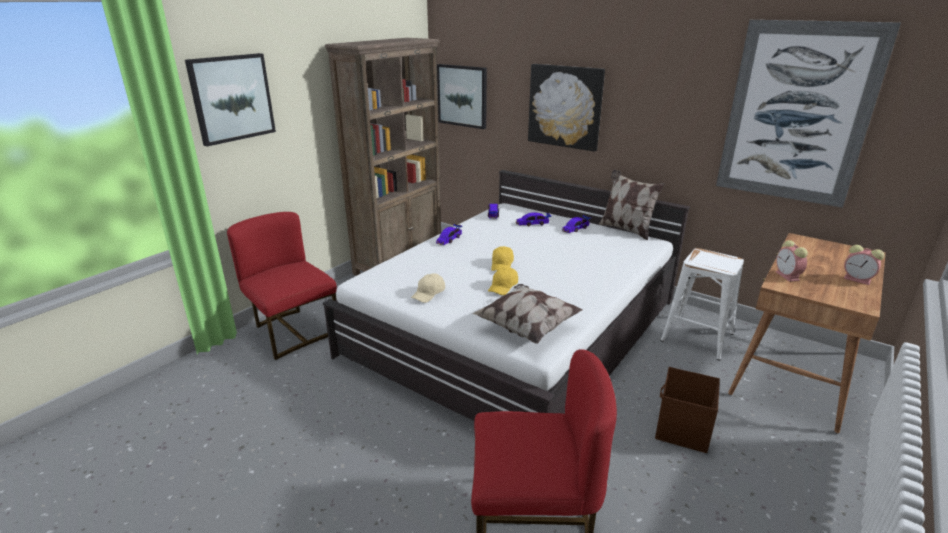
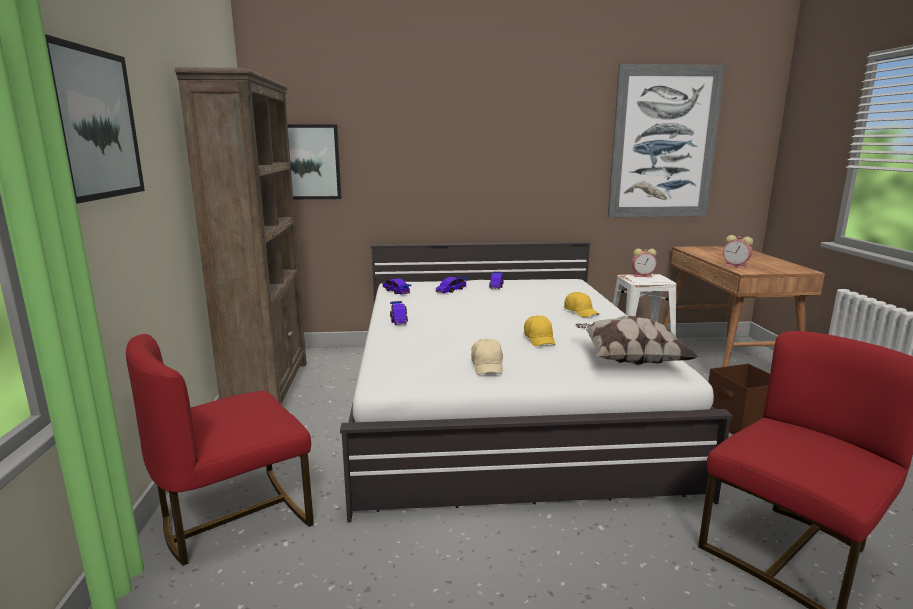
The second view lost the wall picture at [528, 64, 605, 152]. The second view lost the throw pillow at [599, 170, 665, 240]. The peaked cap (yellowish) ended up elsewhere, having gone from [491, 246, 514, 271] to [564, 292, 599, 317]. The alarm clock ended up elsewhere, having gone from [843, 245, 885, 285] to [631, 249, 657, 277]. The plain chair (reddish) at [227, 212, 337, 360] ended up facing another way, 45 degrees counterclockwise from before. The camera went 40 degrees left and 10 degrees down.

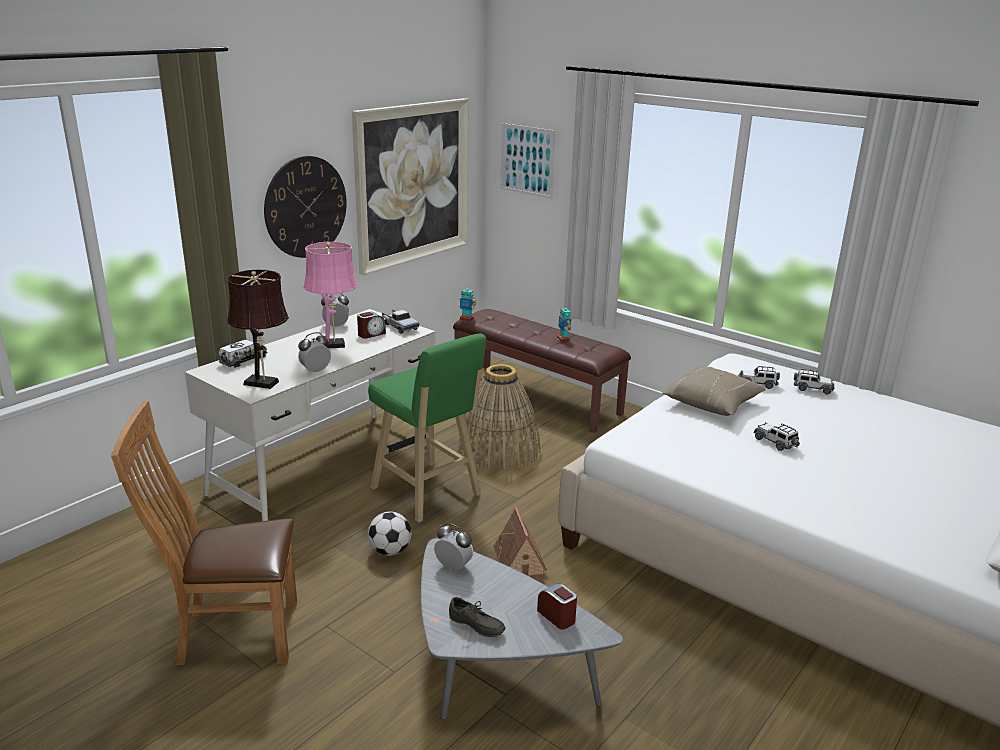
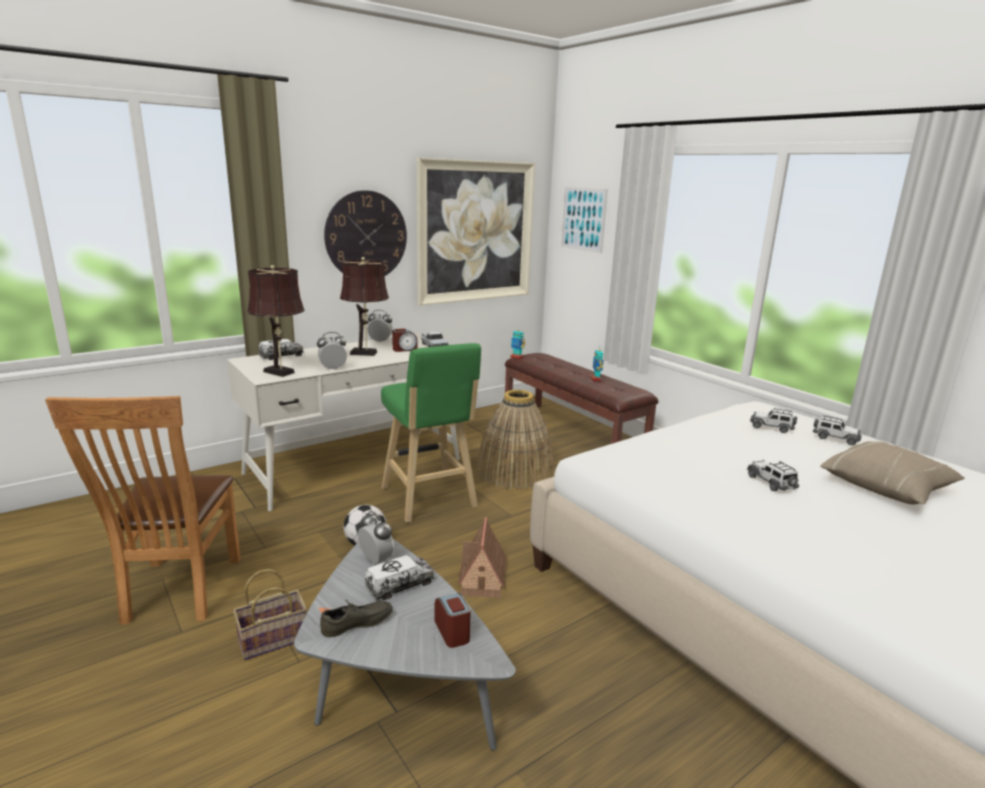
The second view gained the household basket at [233, 569, 307, 660]. The second view gained the toy lorry at [365, 555, 434, 600]. The throw pillow (sand-coloured) ended up elsewhere, having gone from [662, 366, 766, 416] to [820, 441, 965, 505]. What was the lamp for a table (pink) at [304, 242, 358, 349] turned into the lamp for a table (brown-coloured) at [340, 257, 389, 356]. The plain chair (brown-coloured) at [111, 401, 297, 666] ended up facing another way, 105 degrees counterclockwise from before. The shoe (grey) at [449, 597, 505, 637] ended up facing another way, 75 degrees counterclockwise from before. The camera went 15 degrees right and 5 degrees down.

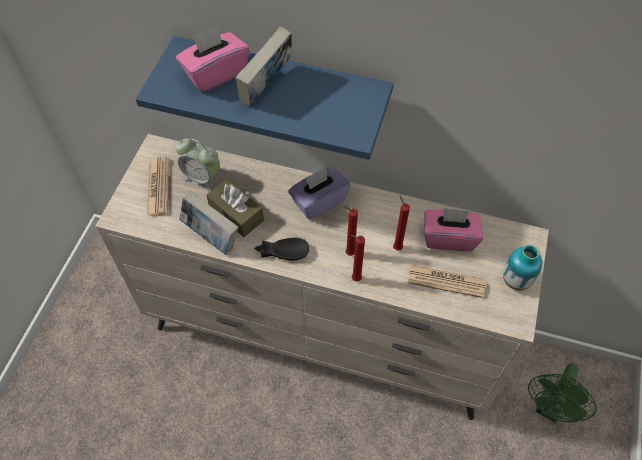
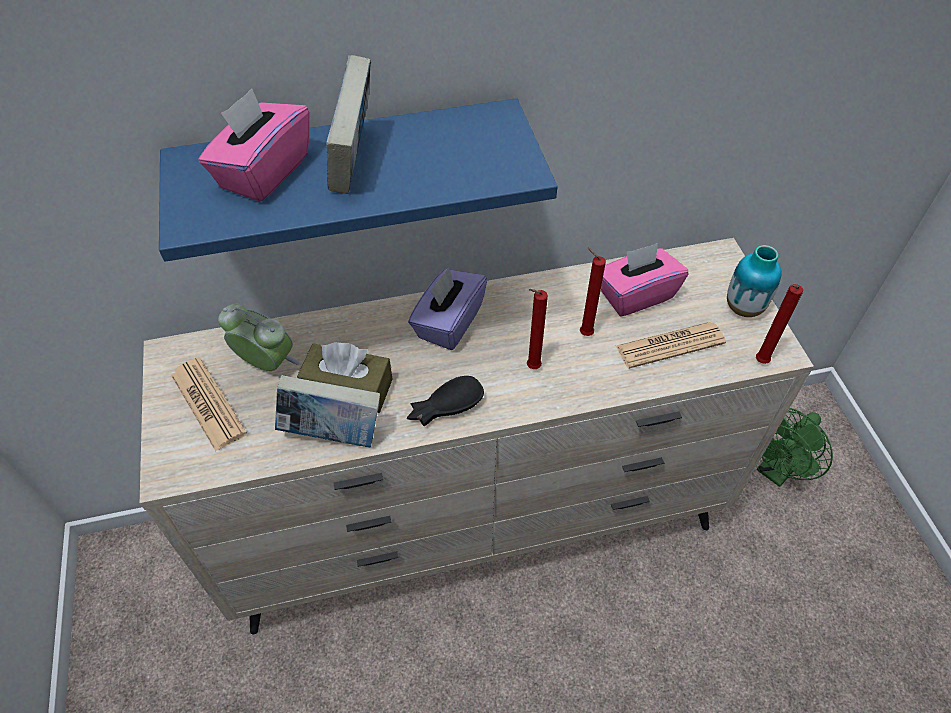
The wax light (reddish) ended up elsewhere, having gone from [351, 235, 365, 282] to [756, 284, 803, 364]. The alarm clock at [176, 138, 220, 192] ended up facing another way, 150 degrees counterclockwise from before. The fan (green-coloured) at [528, 363, 597, 423] ended up facing another way, 45 degrees clockwise from before. The camera went 30 degrees left and 5 degrees down.

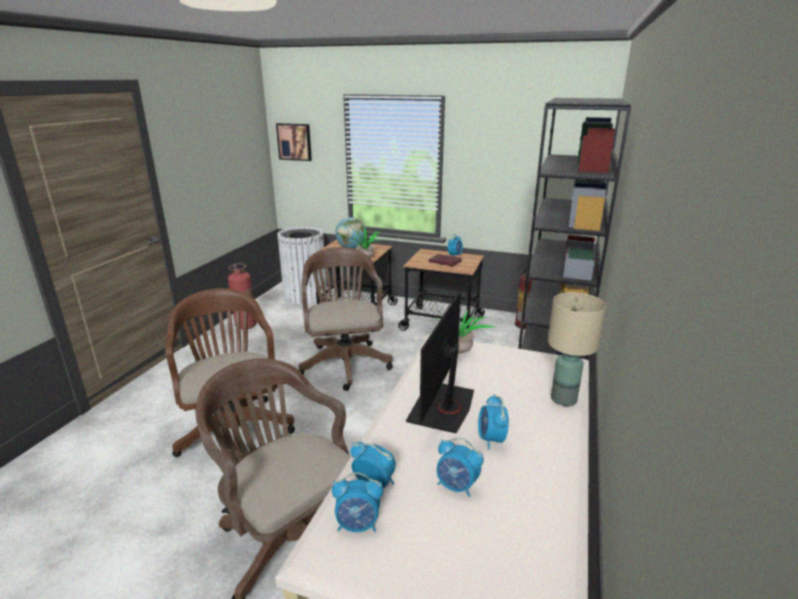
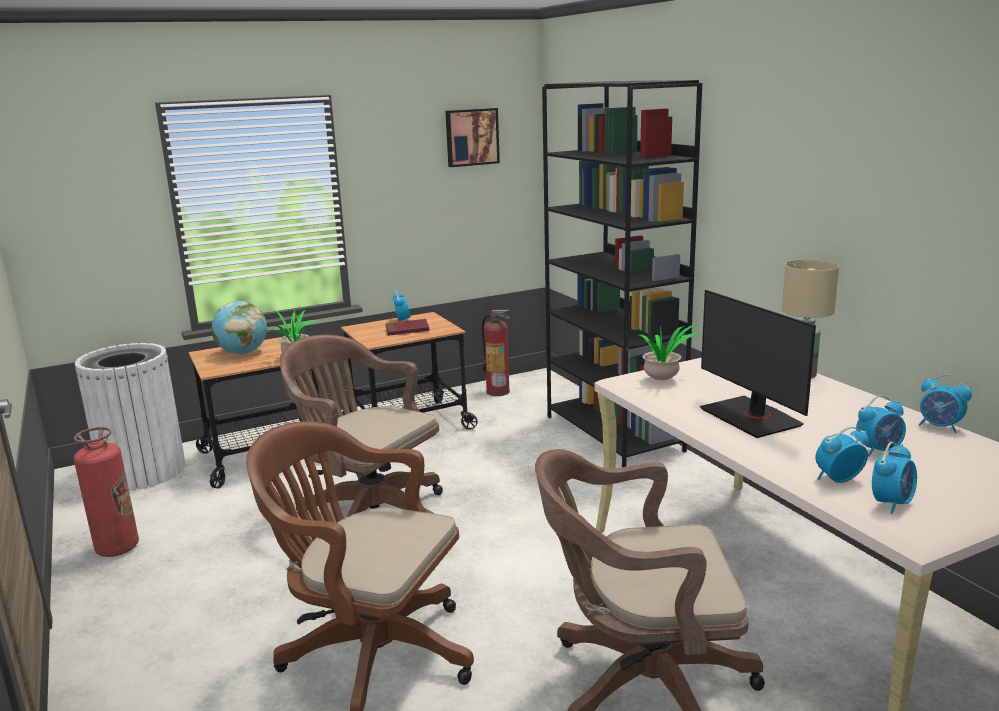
The wall picture ended up elsewhere, having gone from [276, 123, 312, 161] to [445, 108, 500, 167]. The alarm clock ended up elsewhere, having gone from [478, 394, 509, 449] to [919, 374, 972, 433]. The camera went 45 degrees left and 5 degrees down.

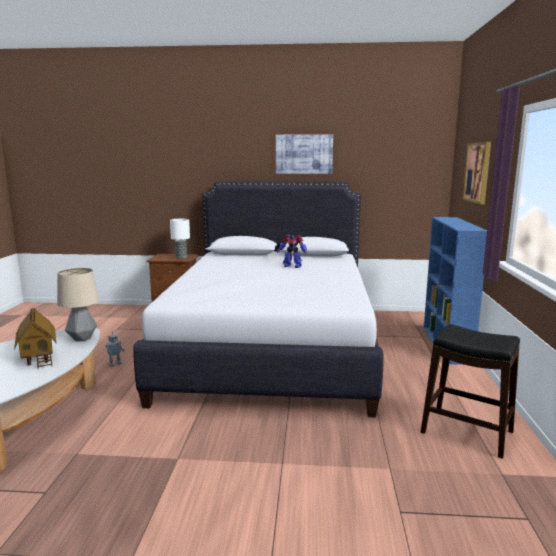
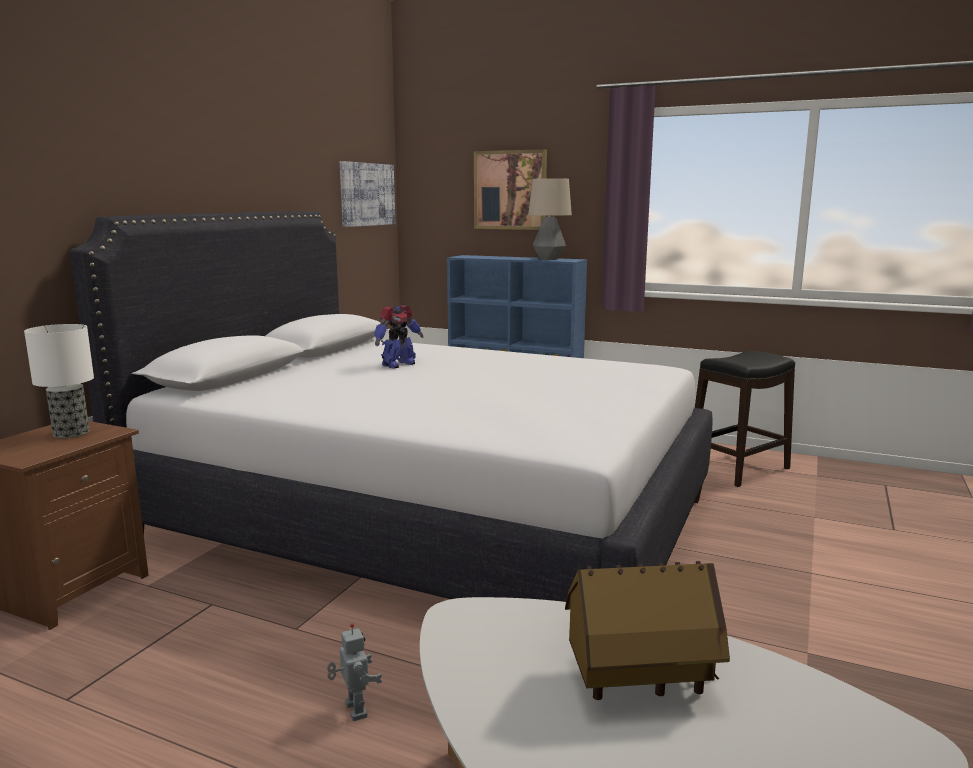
The lamp for a table ended up elsewhere, having gone from [57, 268, 99, 341] to [528, 178, 572, 260]. The wall picture ended up elsewhere, having gone from [276, 134, 333, 174] to [340, 161, 395, 227]. The camera went 70 degrees left and 0 degrees up.

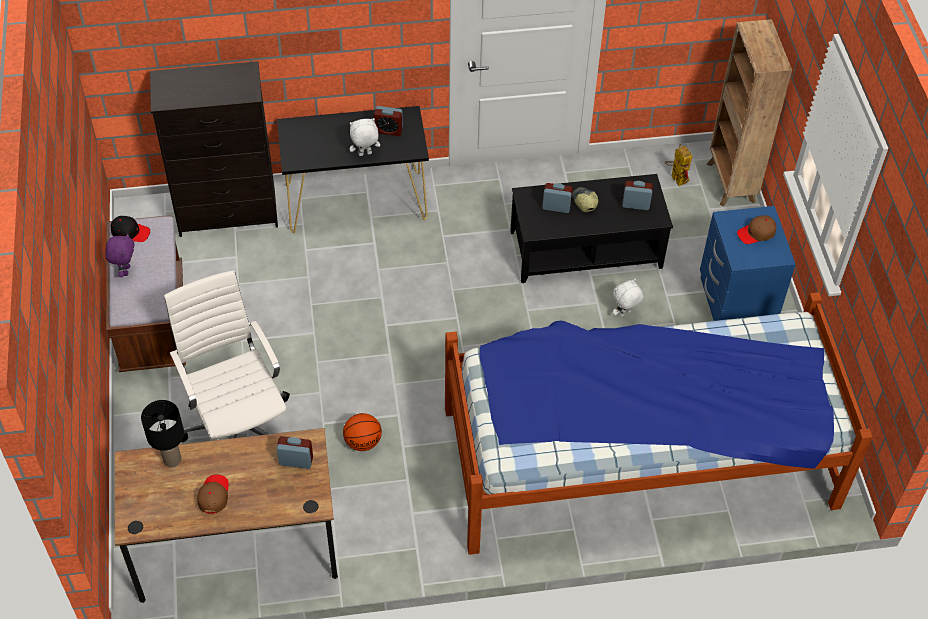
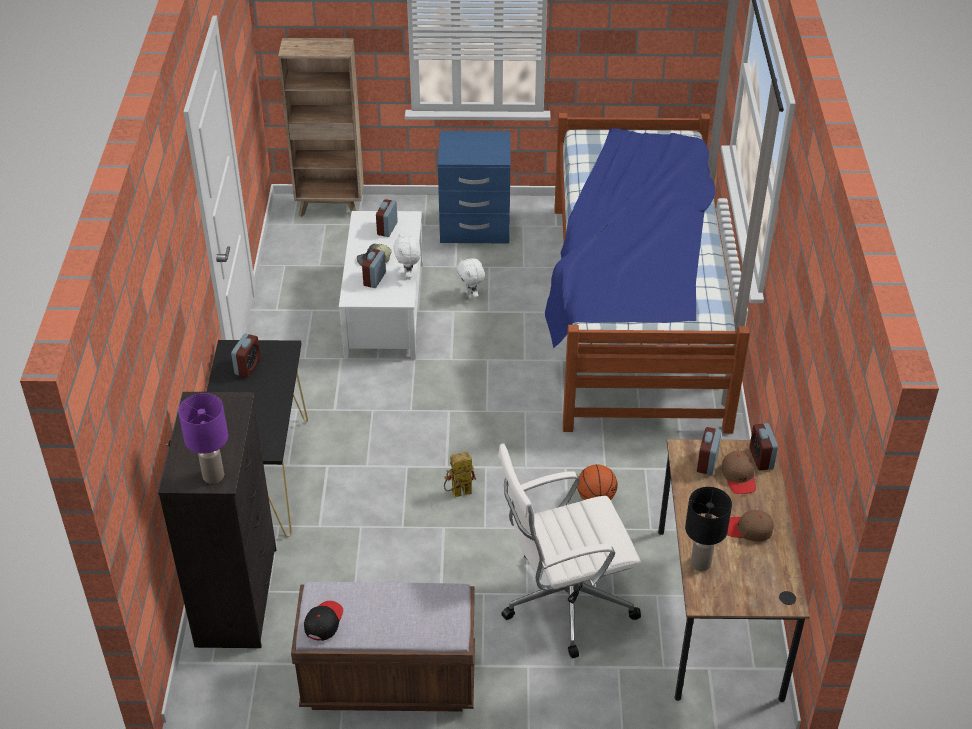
The second view lost the cuddly toy (purple-coloured) at [105, 233, 134, 277]. The second view gained the lamp for a table (purple-coloured) at [178, 393, 228, 484]. The second view gained the alarm clock at [749, 423, 778, 471]. The cuddly toy (white-coloured) ended up elsewhere, having gone from [349, 118, 380, 156] to [394, 234, 421, 280]. The robot figure ended up elsewhere, having gone from [665, 144, 692, 186] to [444, 452, 476, 497]. The peaked cap (brown-coloured) ended up elsewhere, having gone from [737, 215, 776, 244] to [721, 451, 756, 494]. What was the lounge table (black-coloured) at [510, 174, 673, 283] turned into the lounge table (white-coloured) at [339, 211, 423, 359]. The camera went 80 degrees left and 10 degrees down.

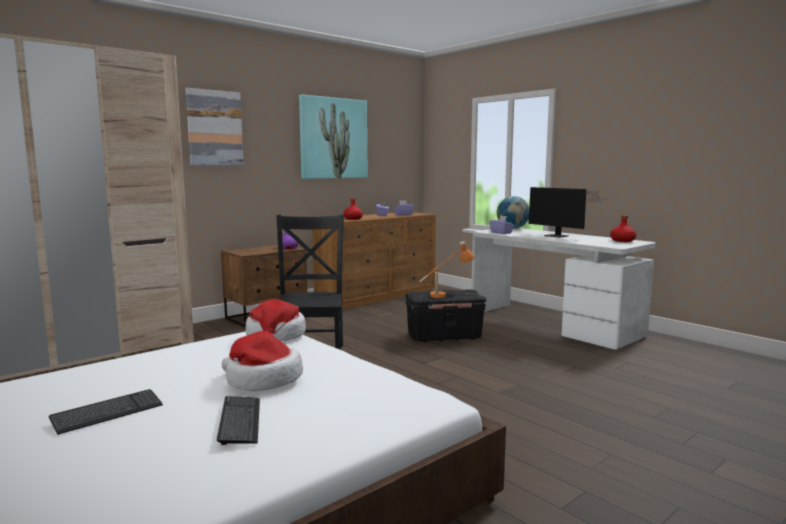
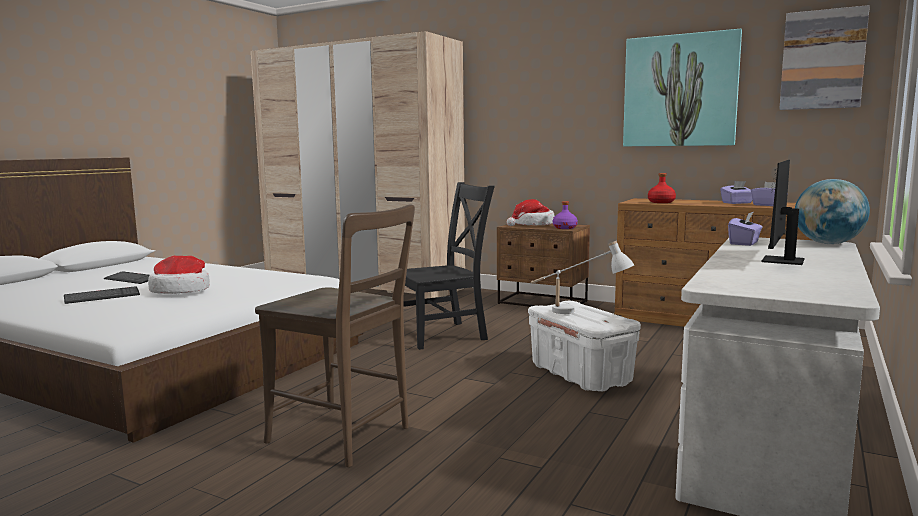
The second view lost the beverage bottle (reddish) at [610, 215, 636, 242]. The second view gained the plain chair (brown-coloured) at [255, 204, 415, 467]. The wall picture ended up elsewhere, having gone from [185, 88, 244, 165] to [779, 5, 870, 110]. The hat ended up elsewhere, having gone from [246, 299, 306, 341] to [507, 199, 555, 226]. What was the storage container (black-coloured) at [406, 290, 486, 342] turned into the storage container (white-coloured) at [528, 301, 641, 392]. What was the lamp for a table (orange-coloured) at [419, 241, 474, 298] turned into the lamp for a table (white-coloured) at [531, 241, 634, 314]. The camera went 70 degrees right and 0 degrees up.

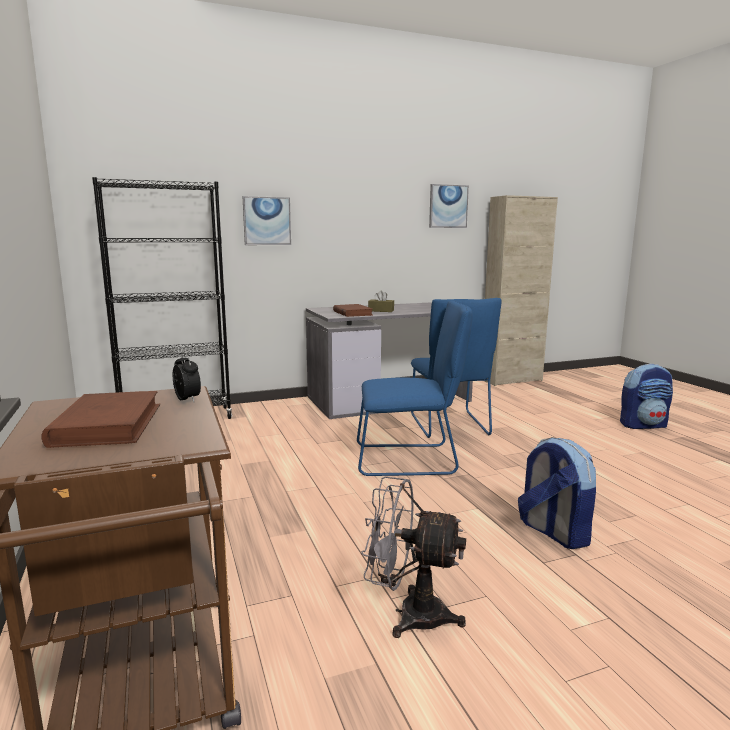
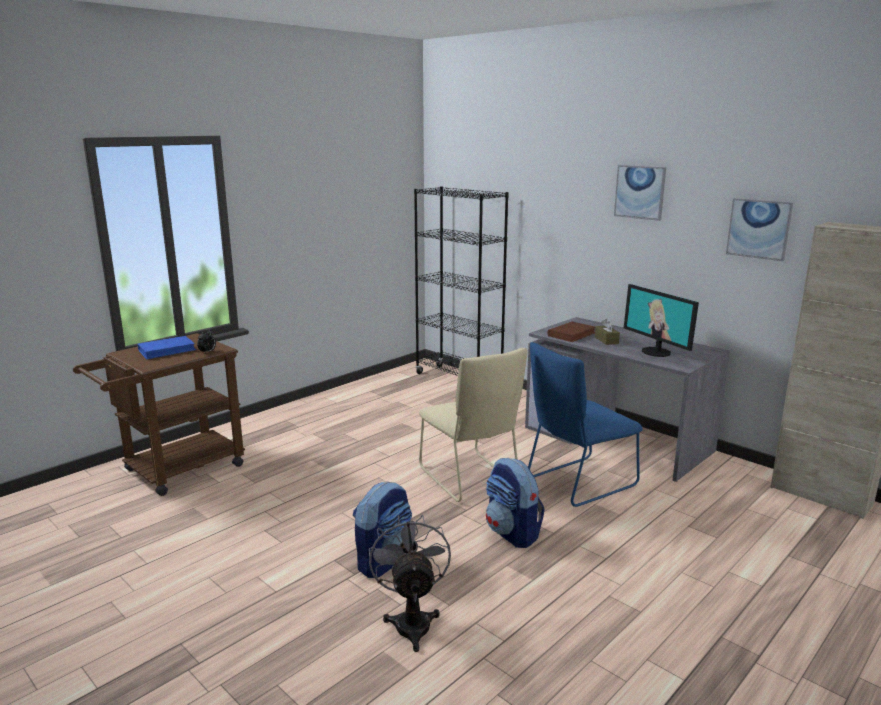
The second view gained the computer screen at [624, 284, 699, 357]. The wall picture ended up elsewhere, having gone from [242, 196, 291, 245] to [614, 165, 666, 221]. The fan (grey) ended up elsewhere, having gone from [361, 476, 466, 638] to [369, 515, 451, 652]. The knapsack ended up elsewhere, having gone from [620, 364, 673, 429] to [486, 458, 544, 548]. What was the book (brown-coloured) at [41, 391, 160, 448] turned into the book (bluish) at [138, 336, 196, 359]. What was the plain chair (bluish) at [357, 301, 473, 476] turned into the plain chair (sand-coloured) at [419, 348, 528, 502]. The camera went 65 degrees right and 5 degrees up.

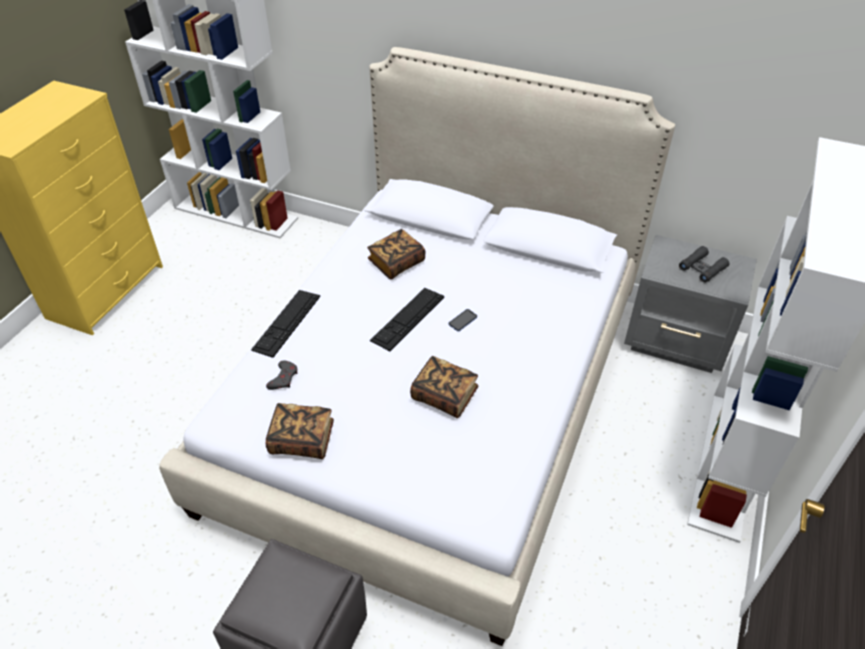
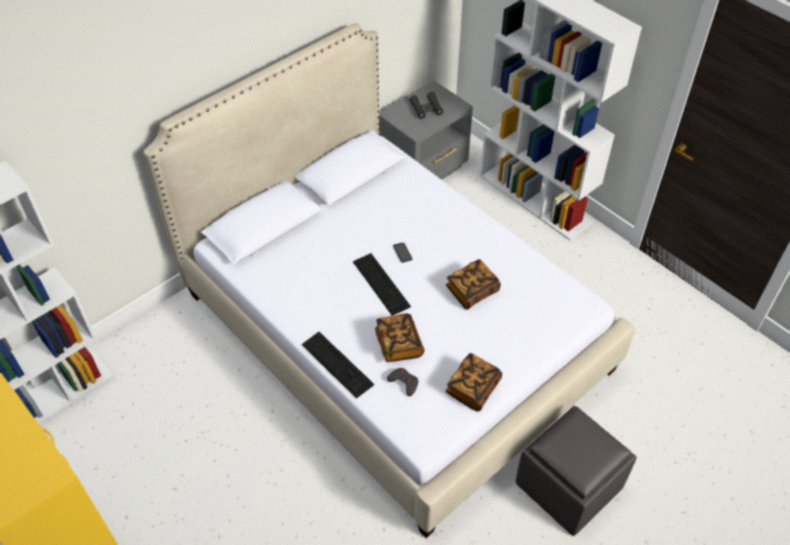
The book ended up elsewhere, having gone from [367, 229, 426, 279] to [375, 313, 424, 362]. The camera went 65 degrees left and 5 degrees up.

